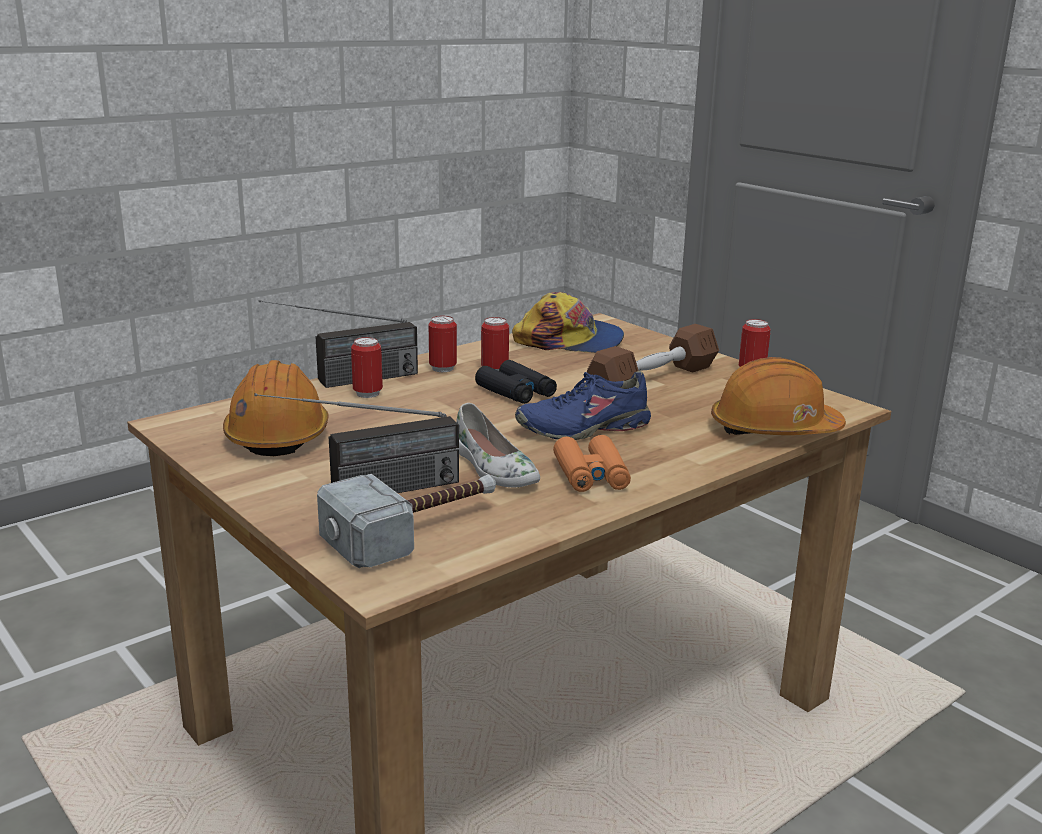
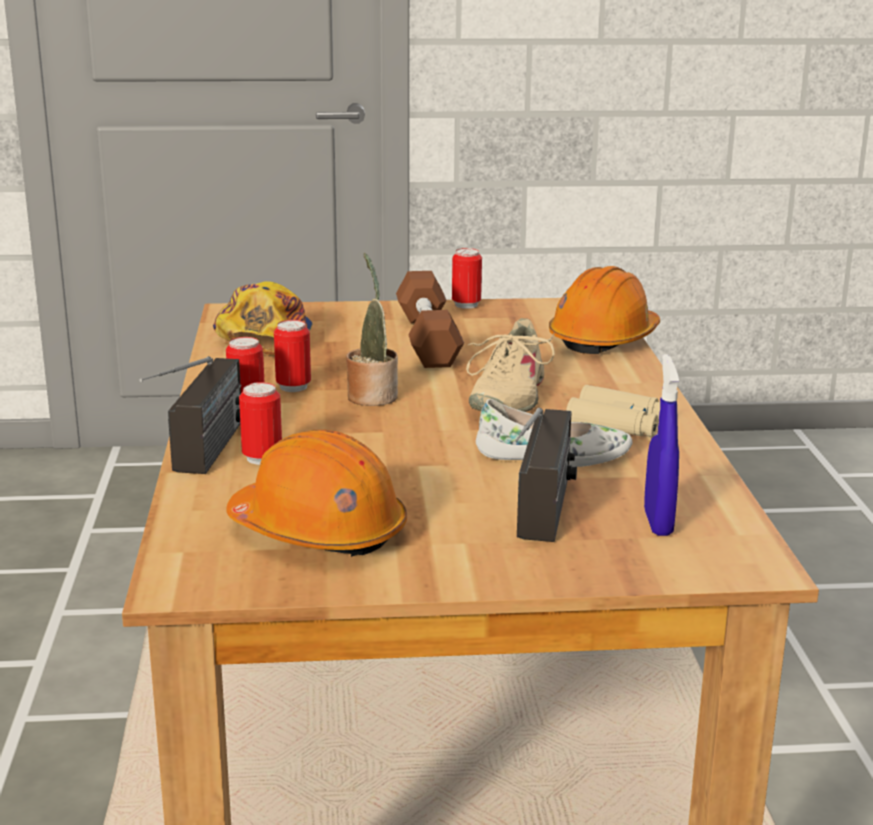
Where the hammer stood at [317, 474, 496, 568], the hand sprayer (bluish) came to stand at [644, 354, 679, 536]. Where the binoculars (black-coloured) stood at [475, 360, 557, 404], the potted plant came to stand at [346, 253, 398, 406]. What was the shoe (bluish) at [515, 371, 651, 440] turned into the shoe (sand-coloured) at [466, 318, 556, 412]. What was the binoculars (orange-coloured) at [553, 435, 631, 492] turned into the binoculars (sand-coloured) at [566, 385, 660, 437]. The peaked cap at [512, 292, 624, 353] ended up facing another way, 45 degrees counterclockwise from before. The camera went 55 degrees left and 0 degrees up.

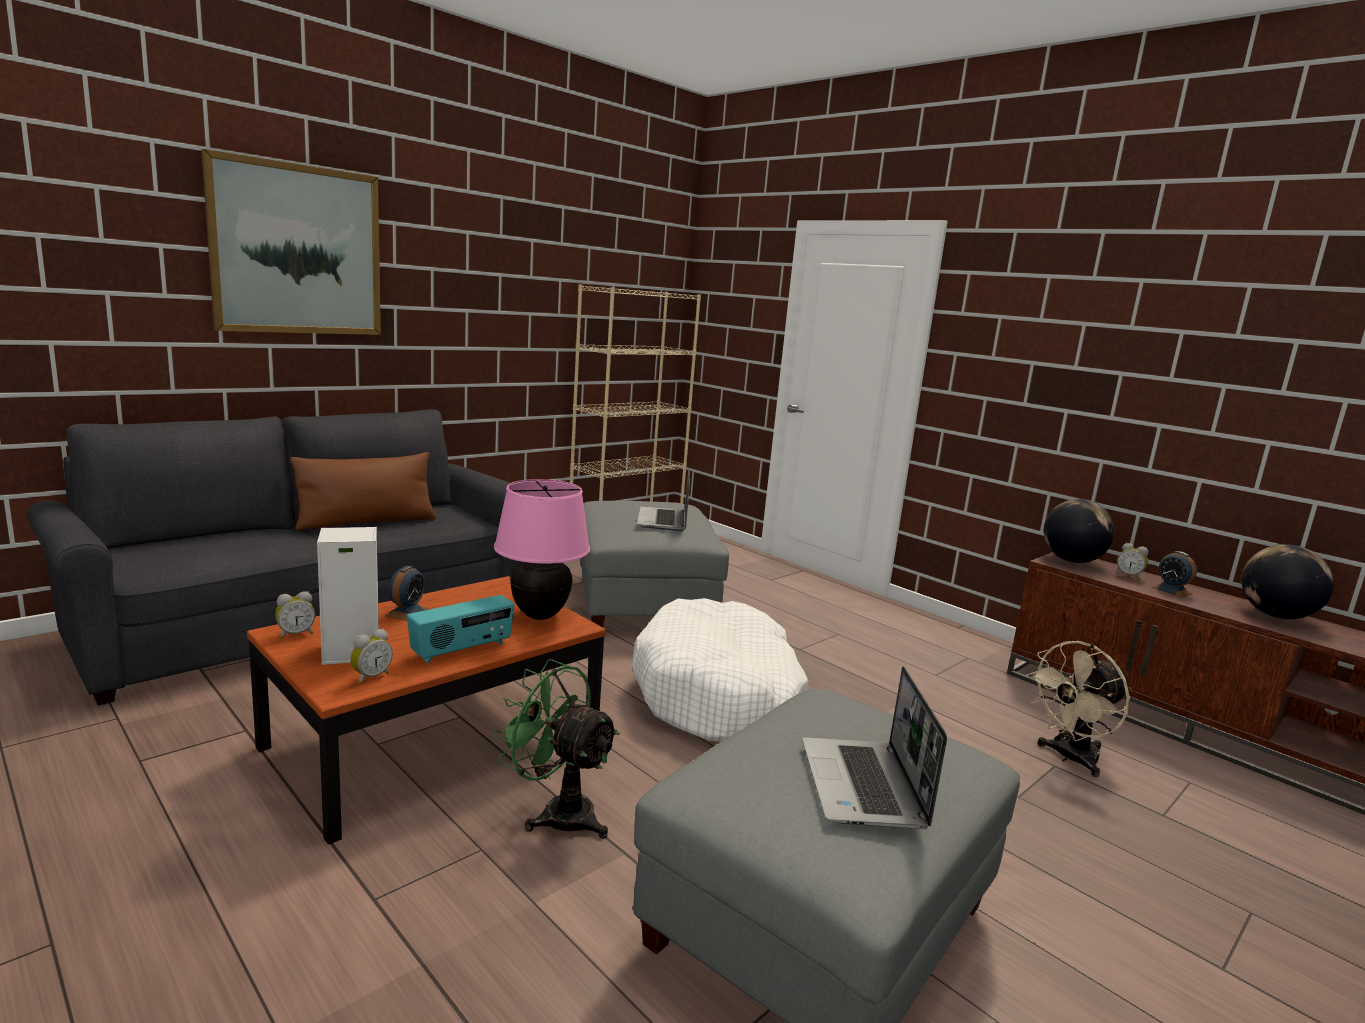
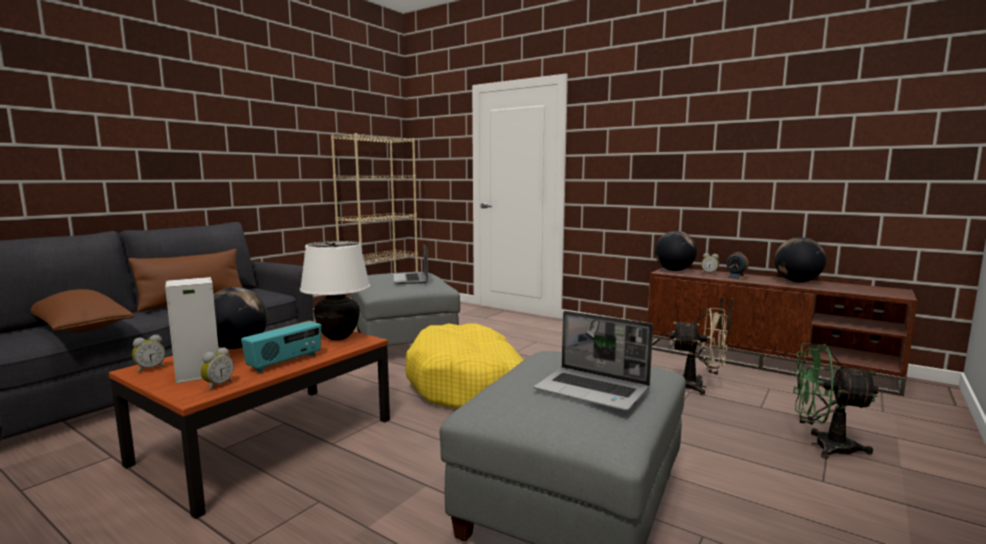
The second view lost the wall picture at [201, 149, 381, 335]. The second view gained the throw pillow (brown-coloured) at [30, 289, 134, 333]. The fan (green-coloured) ended up elsewhere, having gone from [493, 659, 620, 839] to [793, 343, 879, 459]. Where the alarm clock stood at [385, 566, 428, 621], the globe came to stand at [213, 287, 268, 349]. What was the lamp for a table (pink) at [494, 479, 590, 620] turned into the lamp for a table (white-coloured) at [300, 241, 370, 340]. What was the pet bed (white-coloured) at [632, 598, 808, 742] turned into the pet bed (yellowish) at [405, 323, 524, 409]. The notebook computer at [802, 666, 947, 829] ended up facing another way, 45 degrees counterclockwise from before. The fan (sand-coloured) at [1026, 641, 1131, 777] ended up facing another way, 120 degrees counterclockwise from before. The camera went 10 degrees left and 5 degrees down.

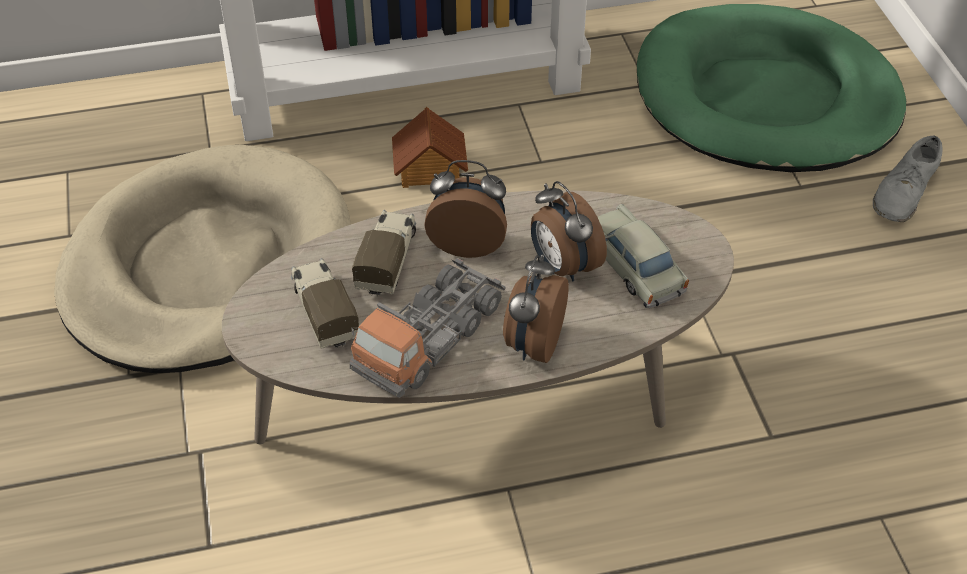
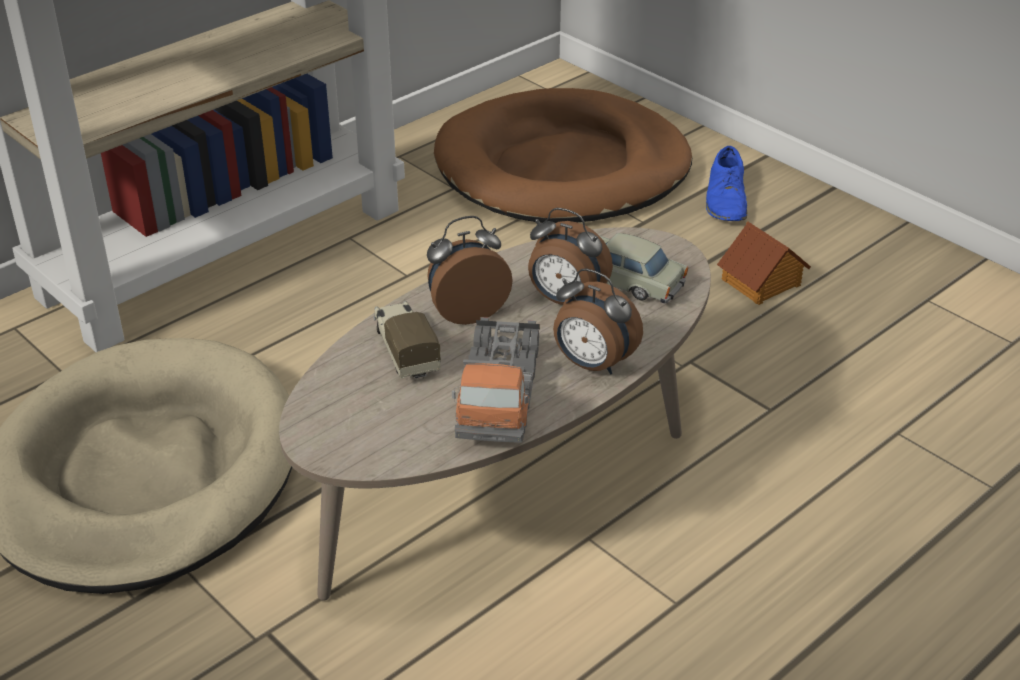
The second view lost the toy lorry at [291, 258, 359, 349]. The miniature house ended up elsewhere, having gone from [392, 107, 468, 188] to [717, 221, 811, 305]. What was the pet bed (green-coloured) at [637, 4, 906, 172] turned into the pet bed (brown-coloured) at [434, 88, 692, 223]. What was the shoe (grey) at [873, 136, 943, 222] turned into the shoe (bluish) at [706, 146, 747, 221]. The alarm clock at [503, 254, 569, 363] ended up facing another way, 45 degrees counterclockwise from before. The camera went 30 degrees left and 10 degrees down.

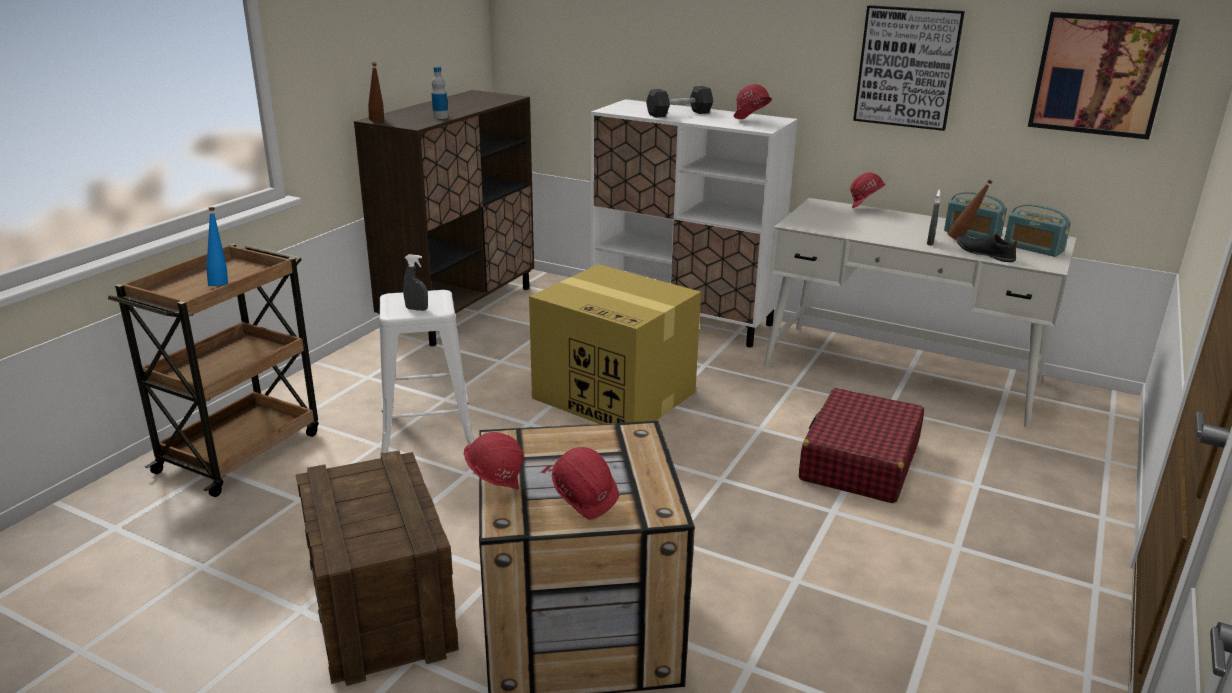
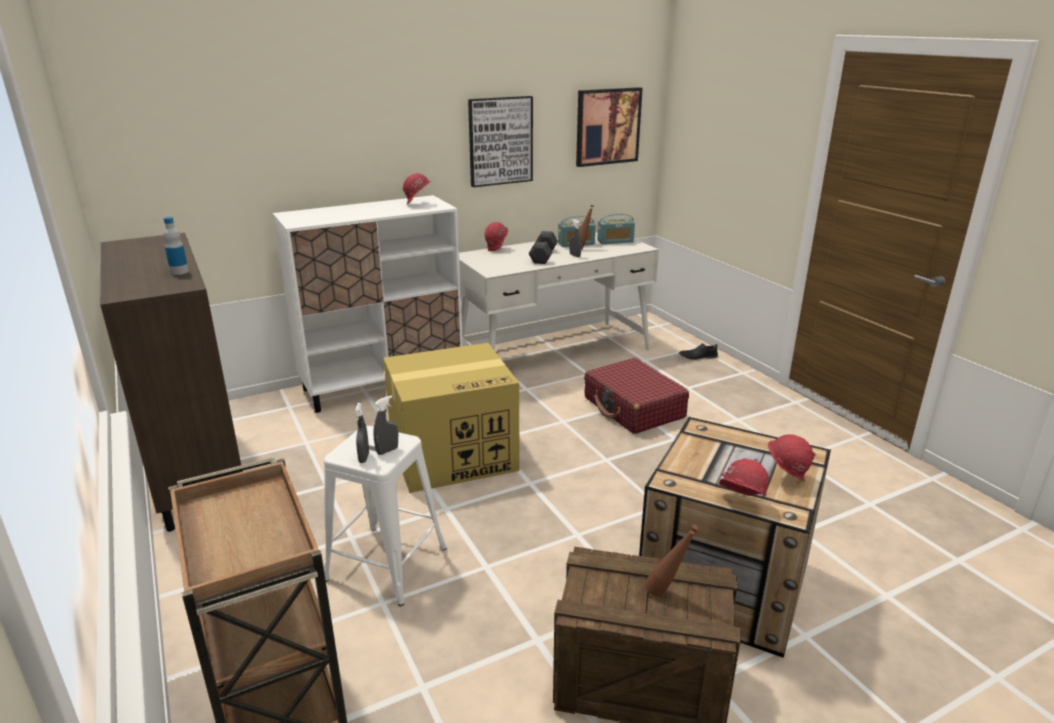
The second view lost the beverage bottle (bluish) at [206, 207, 228, 286]. The second view gained the hand sprayer (grey) at [355, 403, 369, 463]. The beverage bottle (brown-coloured) ended up elsewhere, having gone from [368, 62, 384, 122] to [644, 525, 698, 597]. The free weight (grey) ended up elsewhere, having gone from [646, 86, 713, 118] to [528, 231, 558, 264]. The shoe (black-coloured) ended up elsewhere, having gone from [957, 234, 1017, 262] to [679, 344, 718, 360]. The camera went 55 degrees left and 0 degrees up.

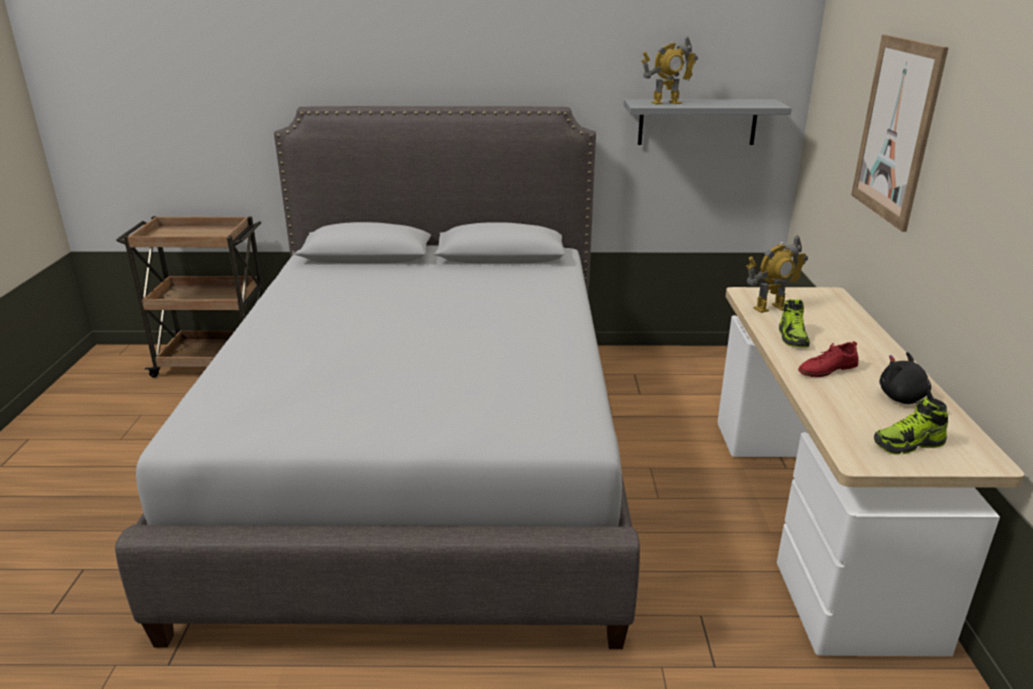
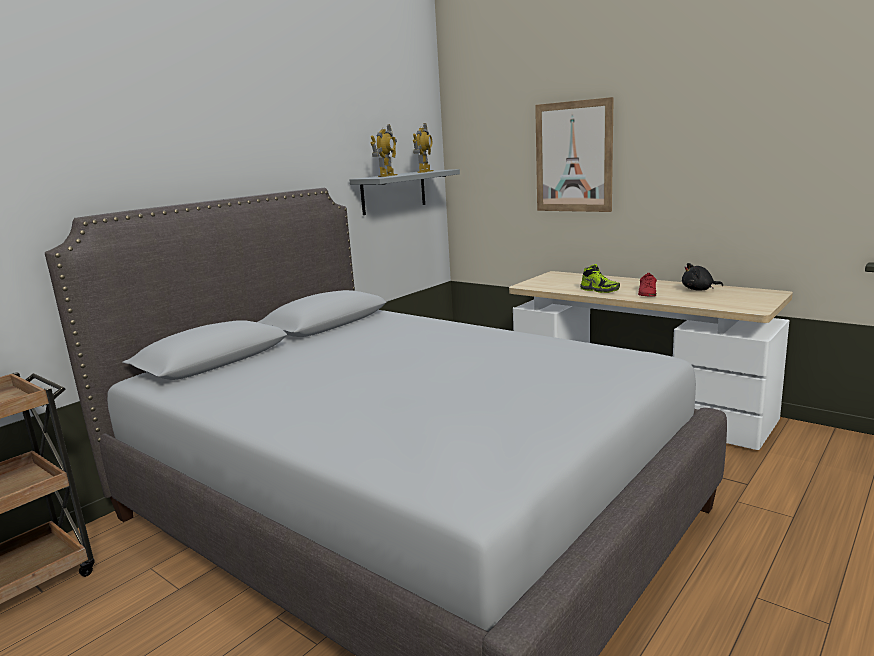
The second view lost the shoe at [874, 398, 948, 454]. The robot figure ended up elsewhere, having gone from [746, 235, 808, 313] to [413, 123, 433, 173]. The camera went 50 degrees left and 10 degrees down.

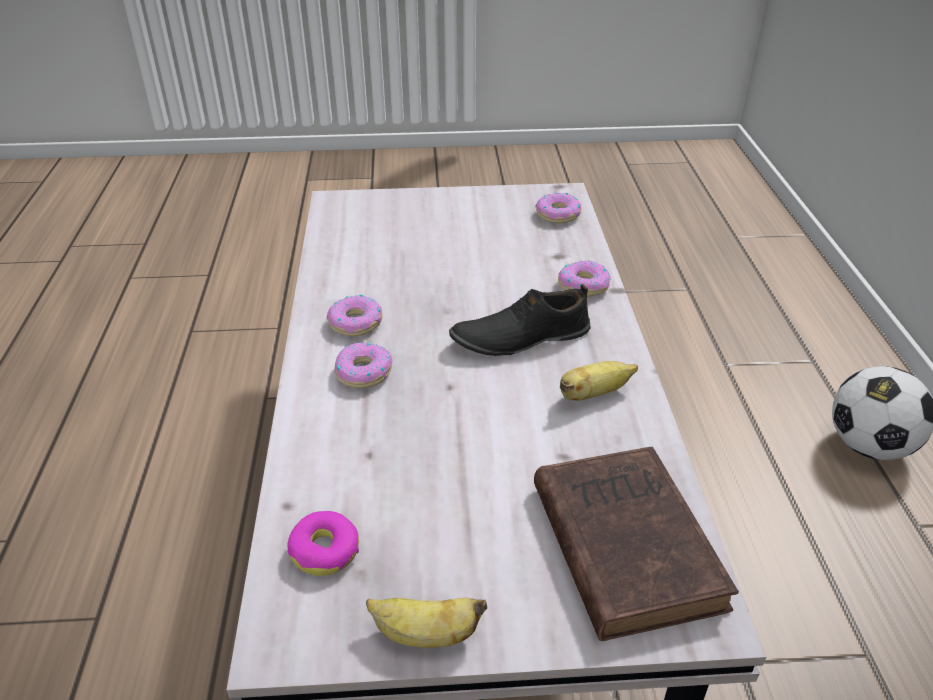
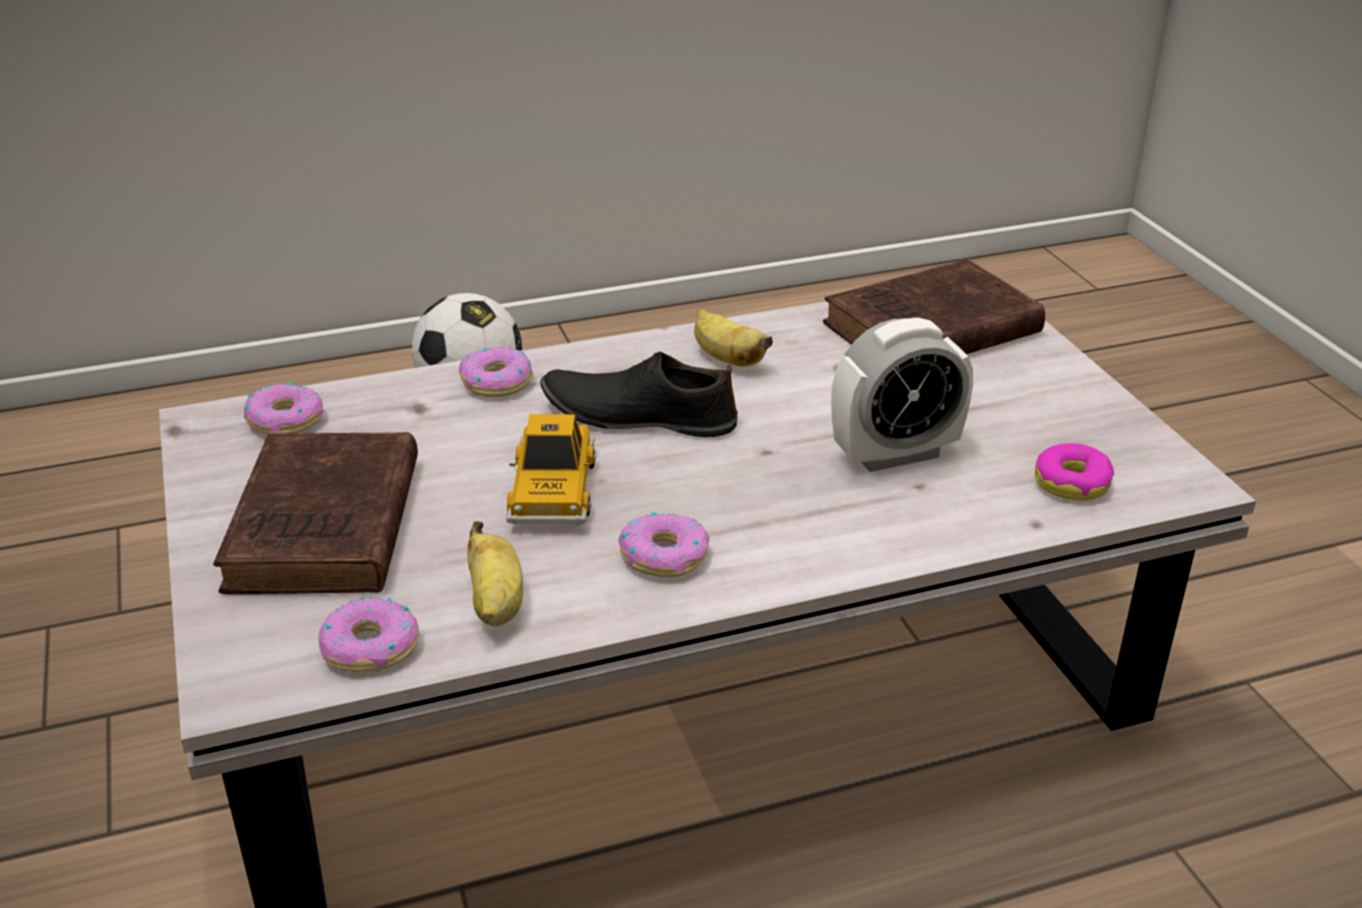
The second view gained the book (brown-coloured) at [213, 432, 418, 594]. The second view gained the model car at [506, 414, 596, 524]. The second view gained the alarm clock at [831, 317, 973, 472]. The doughnut ended up elsewhere, having gone from [334, 343, 392, 388] to [318, 597, 419, 672]. The banana ended up elsewhere, having gone from [366, 598, 487, 648] to [467, 521, 523, 626]. The shoe (black-coloured) at [449, 284, 591, 356] ended up facing another way, 135 degrees clockwise from before. The camera went 105 degrees left and 5 degrees down.

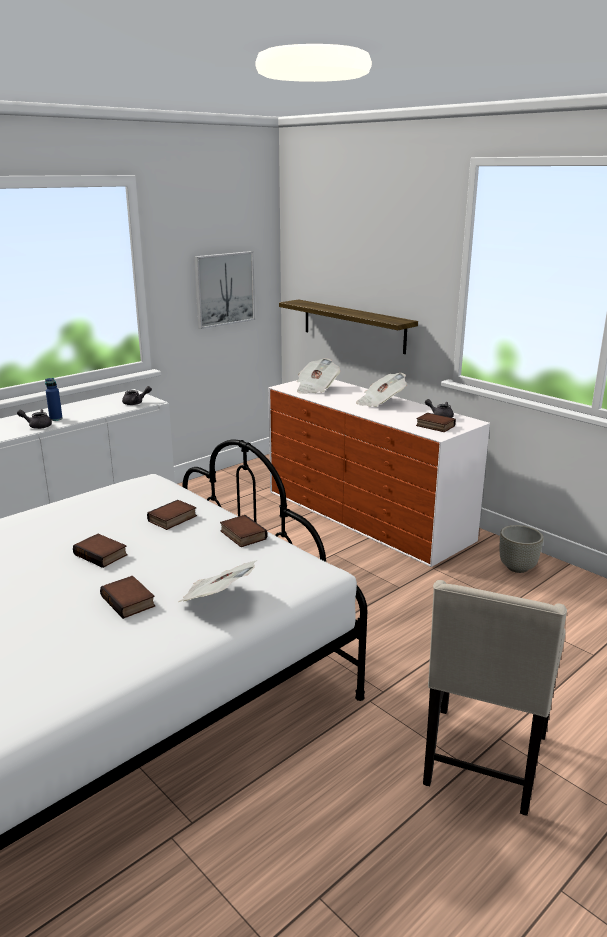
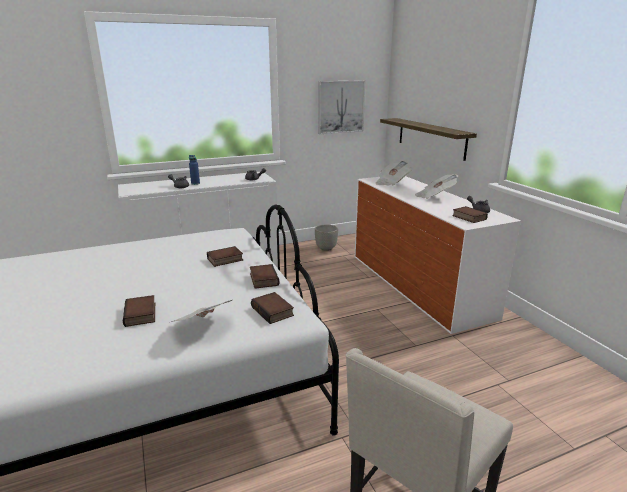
The book ended up elsewhere, having gone from [73, 534, 127, 568] to [251, 292, 294, 324]. The planter (grey) ended up elsewhere, having gone from [500, 525, 543, 573] to [315, 225, 338, 251]. The camera went 20 degrees right and 0 degrees up.

